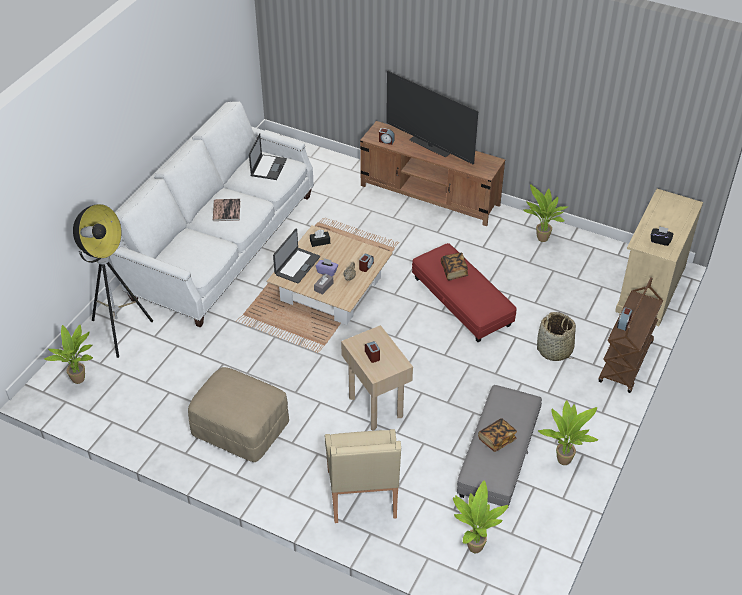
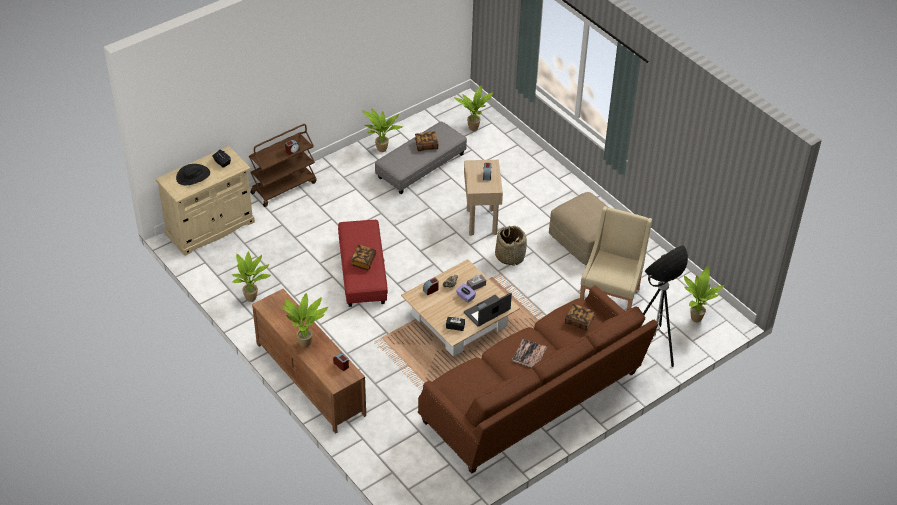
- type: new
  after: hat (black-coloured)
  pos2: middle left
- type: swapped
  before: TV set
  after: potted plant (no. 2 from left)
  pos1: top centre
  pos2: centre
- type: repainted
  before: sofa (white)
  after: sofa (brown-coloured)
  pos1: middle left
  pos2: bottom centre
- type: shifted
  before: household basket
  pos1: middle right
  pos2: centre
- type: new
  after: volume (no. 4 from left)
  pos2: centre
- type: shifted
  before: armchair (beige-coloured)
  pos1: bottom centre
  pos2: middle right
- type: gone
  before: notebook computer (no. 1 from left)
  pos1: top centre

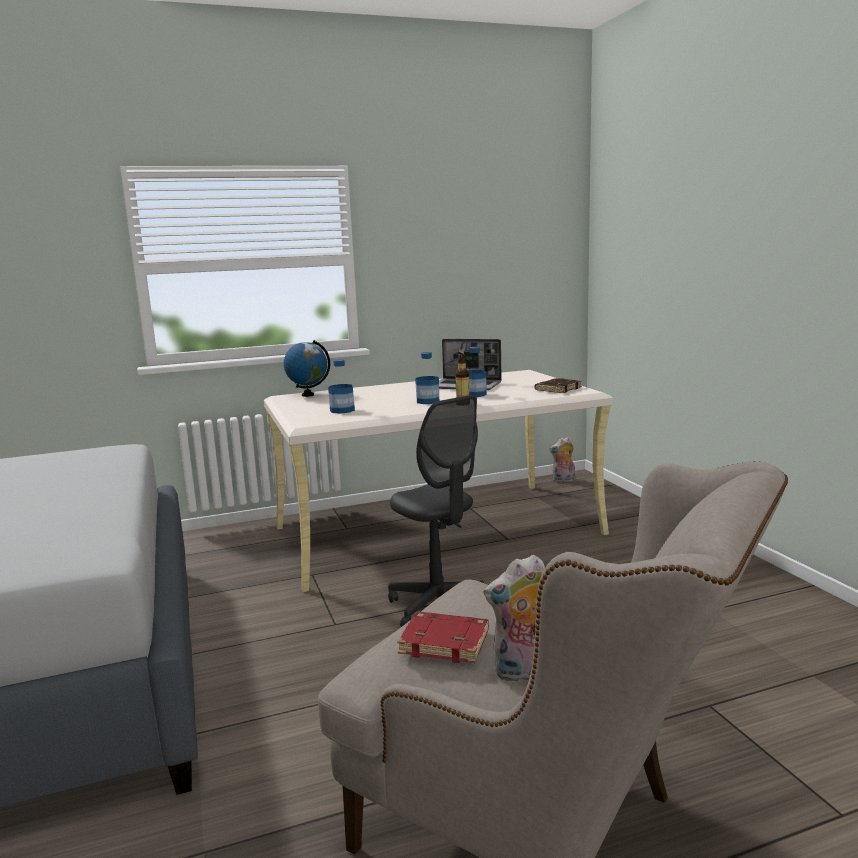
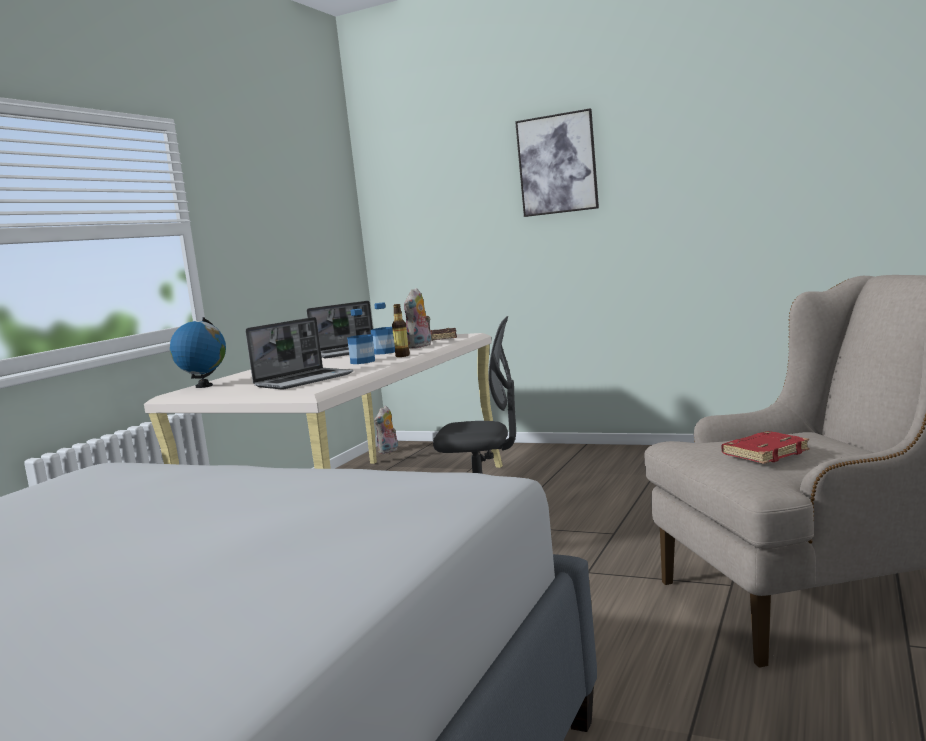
- type: swapped
  before: beverage bottle (no. 1 from left)
  after: notebook computer (no. 1 from left)
  pos1: centre
  pos2: middle left
- type: shifted
  before: cuddly toy (no. 1 from left in the first image)
  after: cuddly toy (no. 2 from left)
  pos1: bottom centre
  pos2: centre
- type: new
  after: wall picture
  pos2: top centre

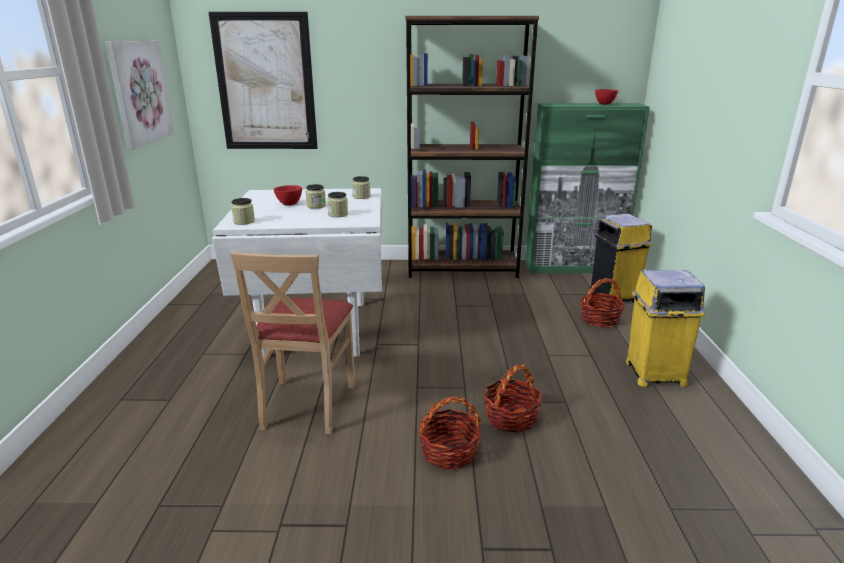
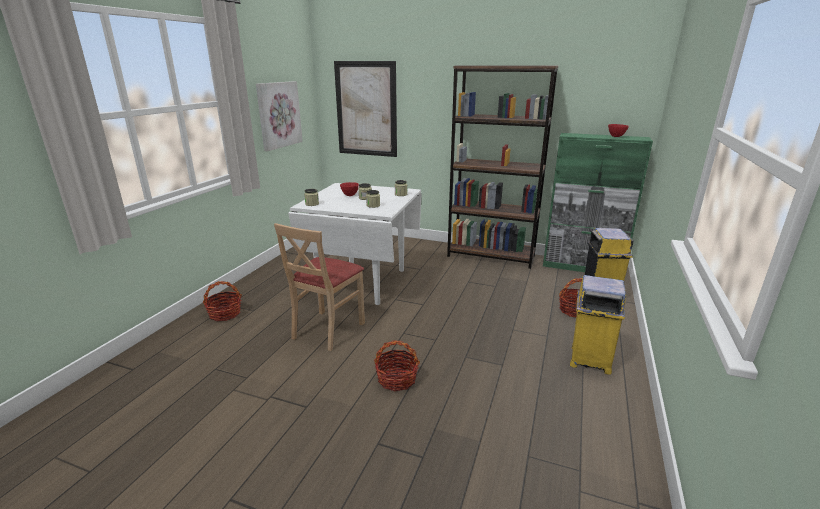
- type: shifted
  before: household basket (no. 2 from left in the first image)
  after: household basket (no. 1 from left)
  pos1: bottom centre
  pos2: middle left

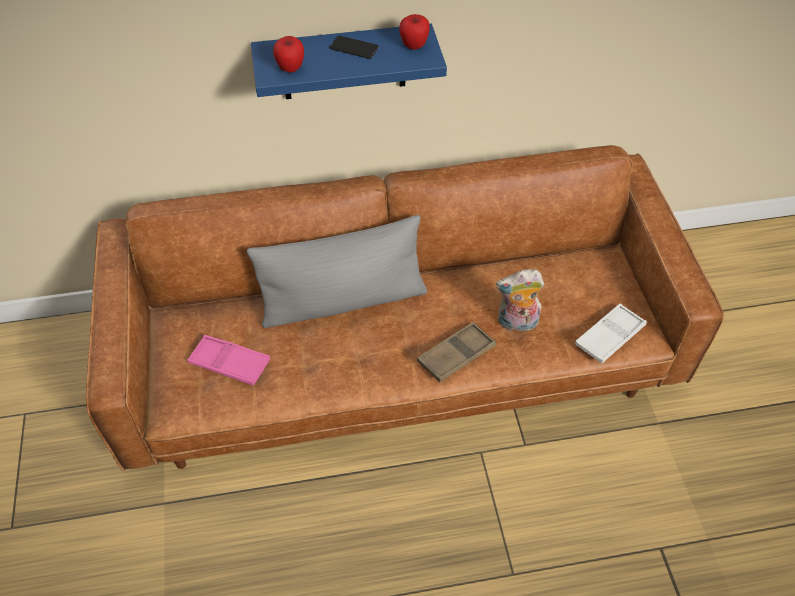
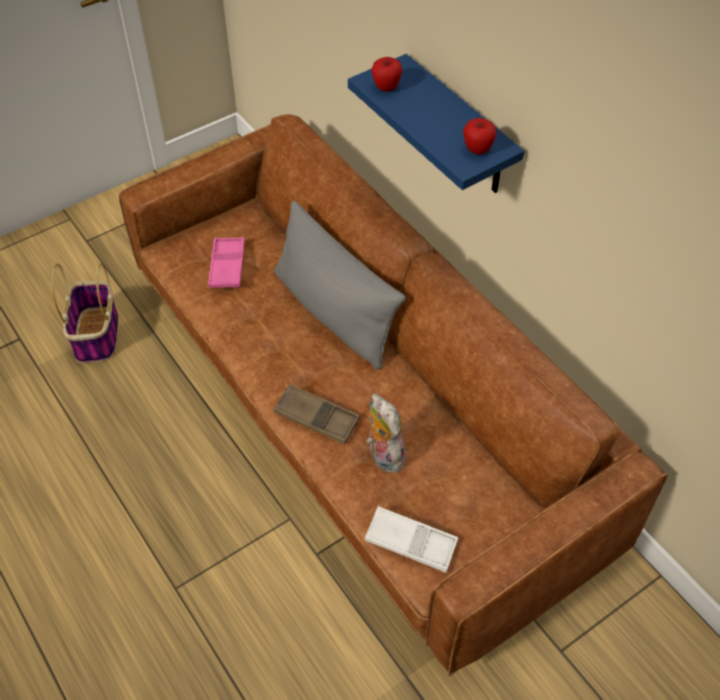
- type: new
  after: household basket
  pos2: middle left
- type: gone
  before: telephone
  pos1: top centre

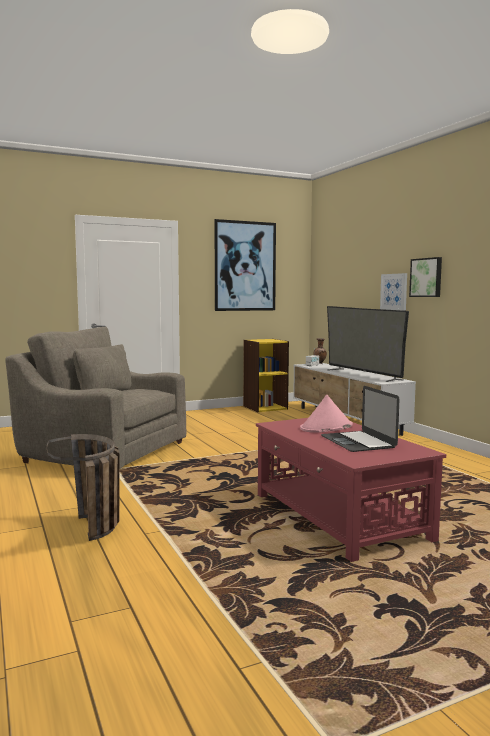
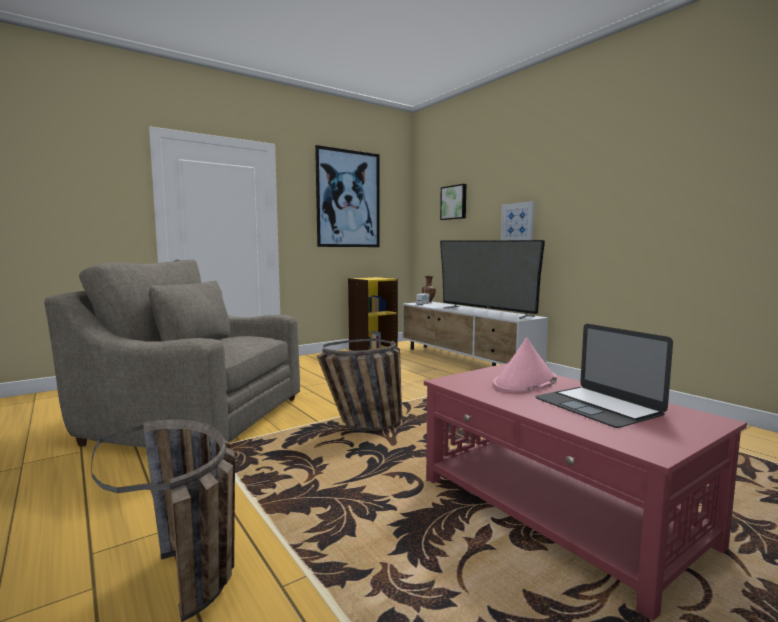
- type: new
  after: household basket (no. 2 from left)
  pos2: centre
- type: shifted
  before: wall picture (no. 3 from left in the first image)
  after: wall picture (no. 2 from left)
  pos1: middle right
  pos2: top centre

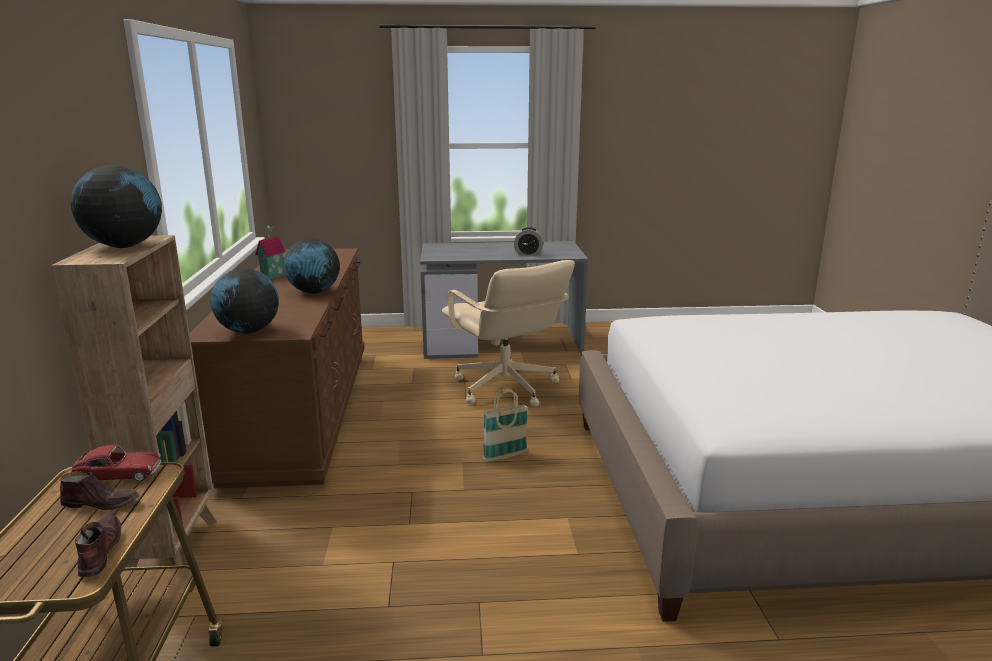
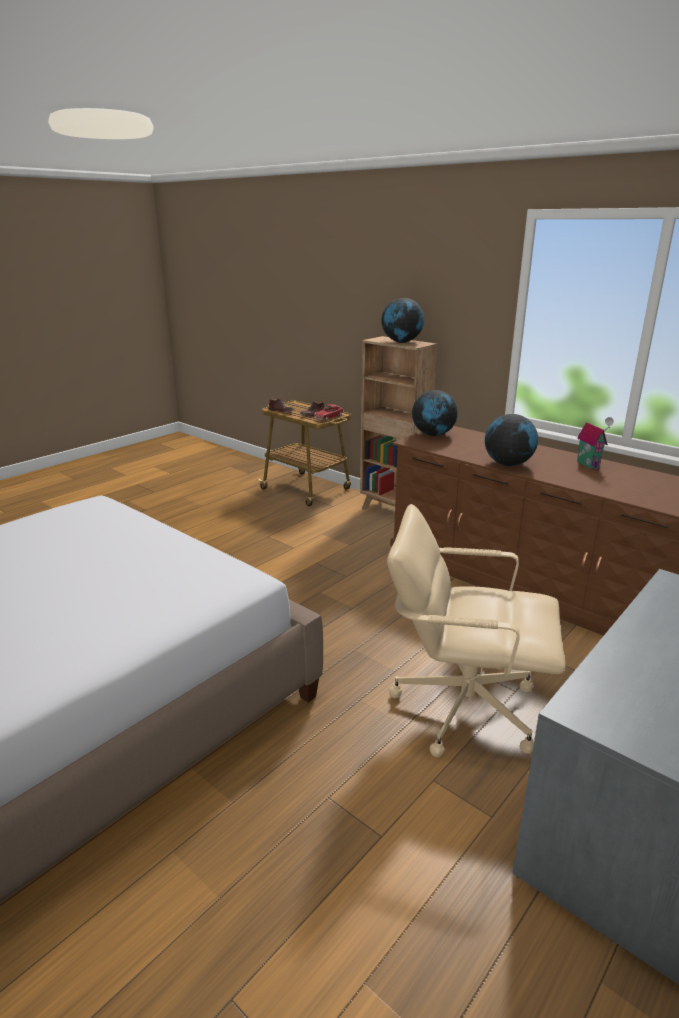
- type: gone
  before: household basket
  pos1: centre
- type: gone
  before: table clock
  pos1: centre

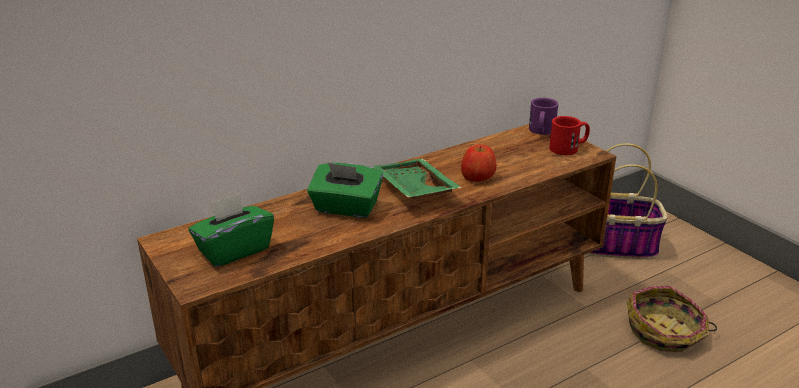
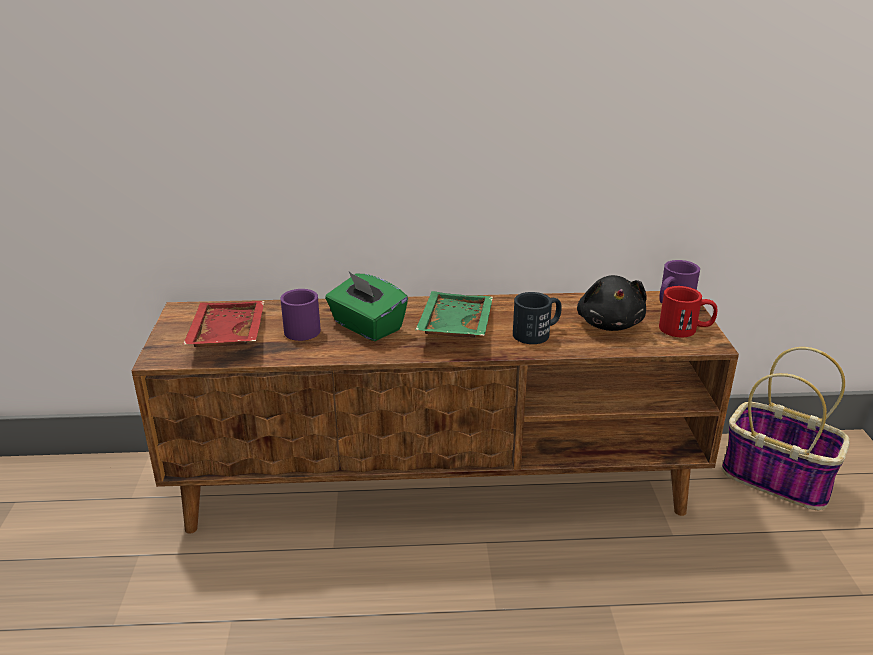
- type: swapped
  before: box of tissues (green) (no. 1 from left)
  after: tray (reddish)
  pos1: middle left
  pos2: middle left
- type: new
  after: tea mug (purplish) (no. 1 from left)
  pos2: centre
- type: swapped
  before: apple
  after: tea mug (black-coloured)
  pos1: centre
  pos2: centre
- type: new
  after: cuddly toy (black-coloured)
  pos2: middle right
- type: gone
  before: household basket (no. 2 from left)
  pos1: bottom right

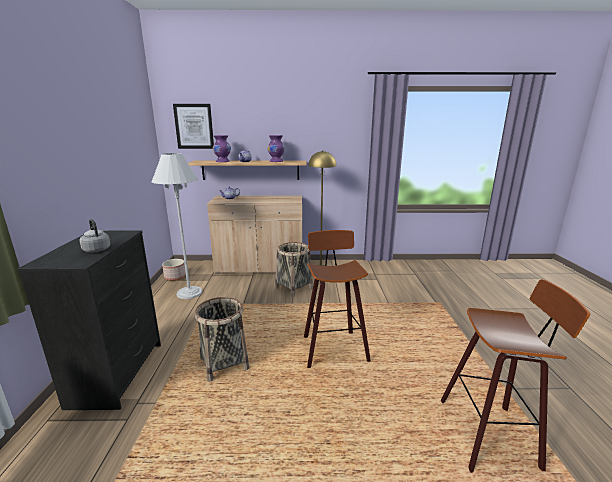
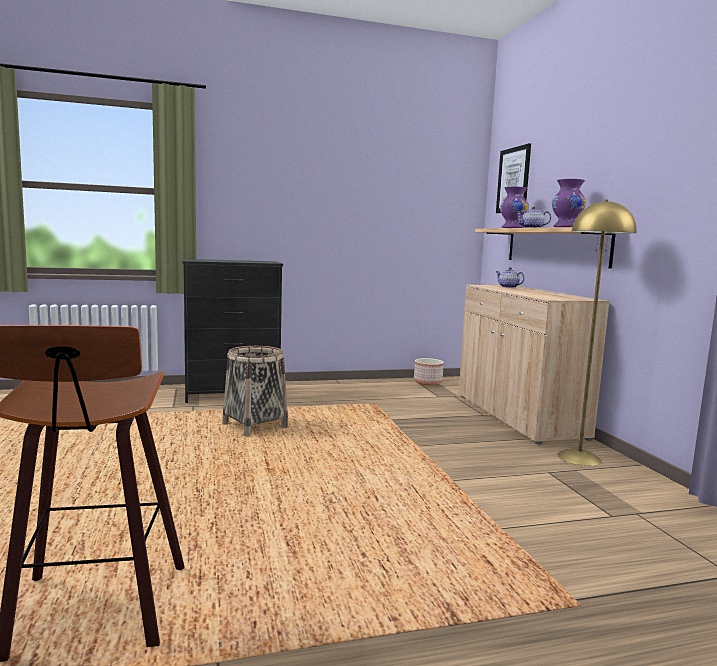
- type: gone
  before: kettle (grey)
  pos1: middle left
- type: gone
  before: standing lamp (white)
  pos1: middle left
- type: gone
  before: household basket (no. 2 from left)
  pos1: centre
- type: gone
  before: sitting stool (no. 1 from left)
  pos1: centre

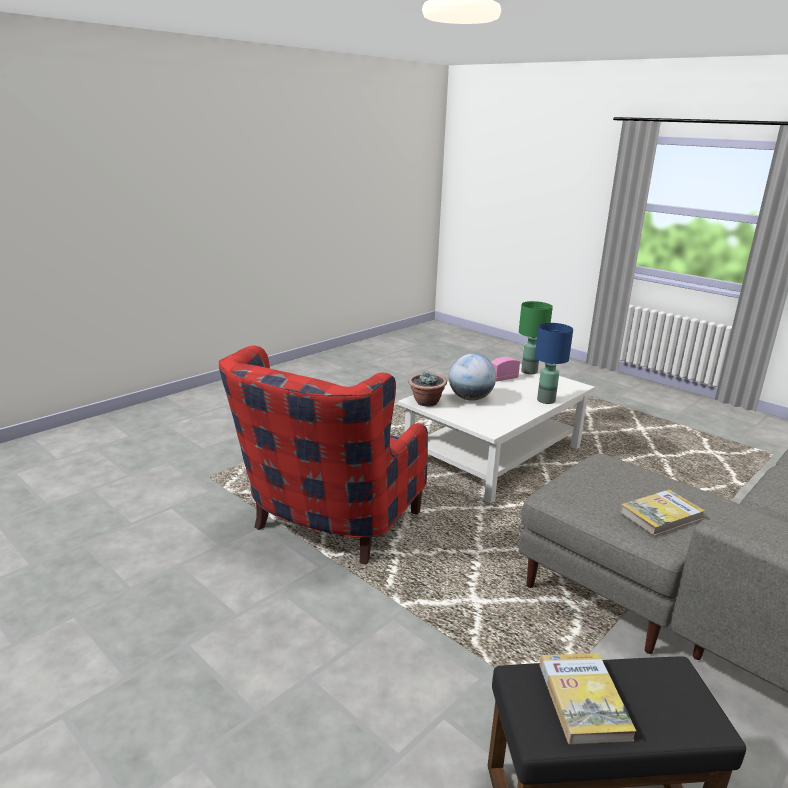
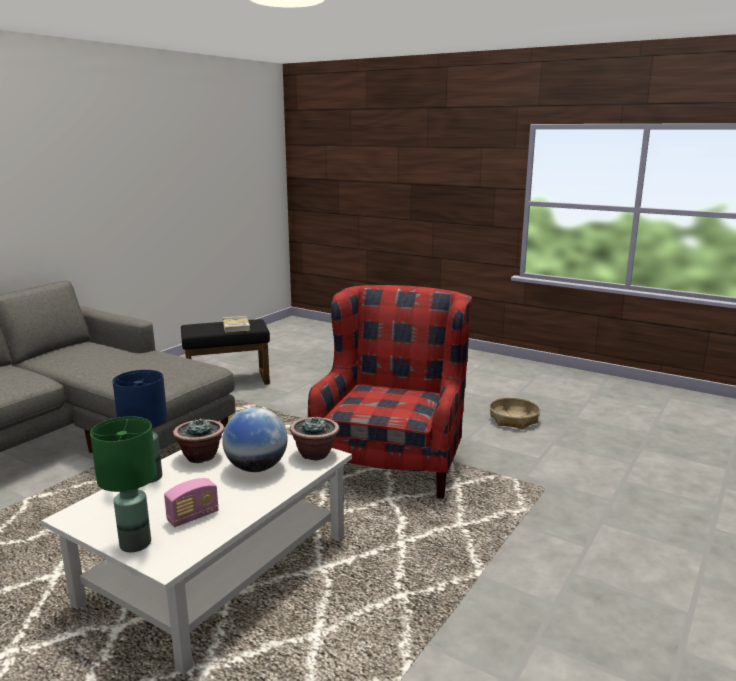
- type: new
  after: potted plant (no. 1 from left)
  pos2: middle left
- type: new
  after: household basket
  pos2: middle right
- type: gone
  before: volume (no. 2 from left)
  pos1: middle right

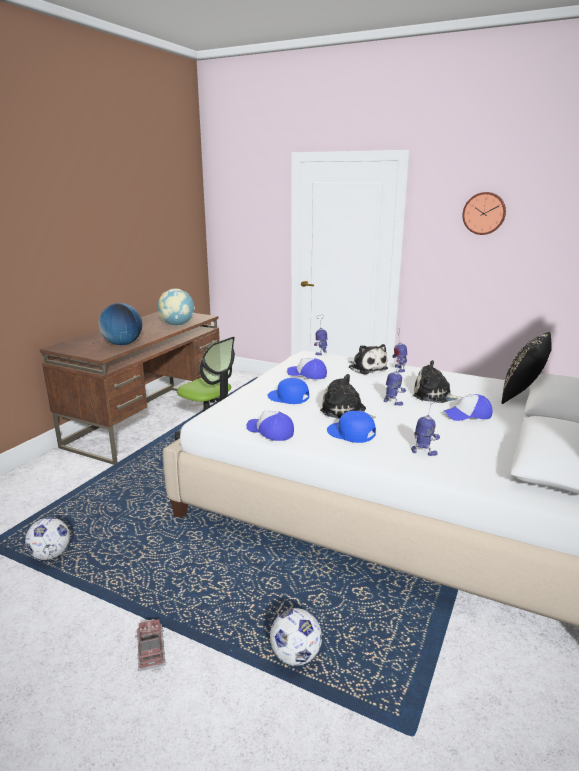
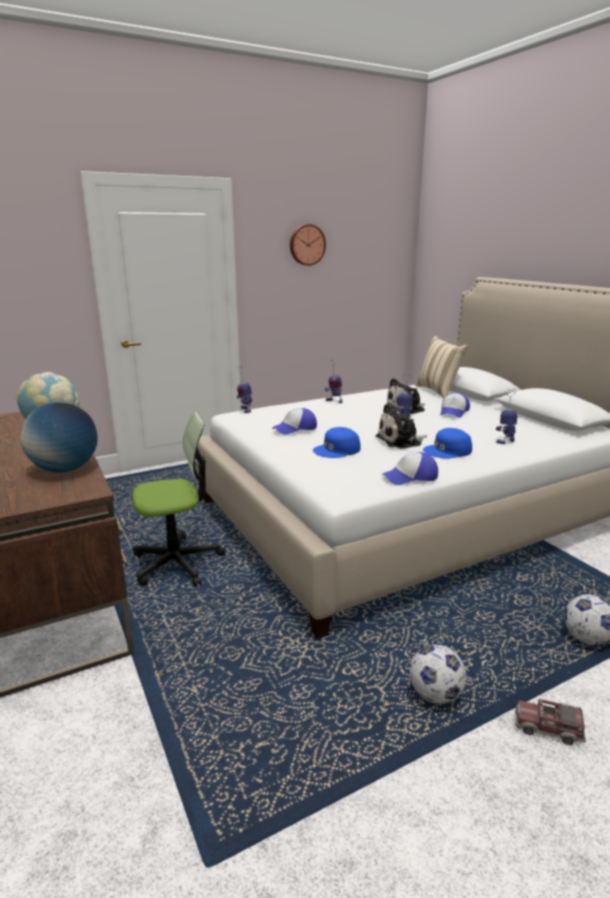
- type: shifted
  before: football ball (no. 1 from left)
  pos1: bottom left
  pos2: bottom right
- type: repainted
  before: pillow (black-coloured)
  after: pillow (beige-coloured)
  pos1: middle right
  pos2: middle right
- type: gone
  before: cuddly toy (no. 2 from left)
  pos1: centre

